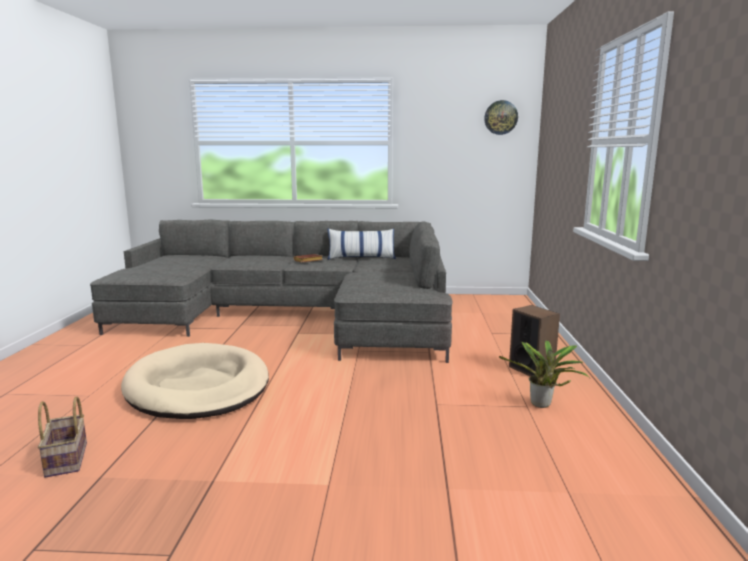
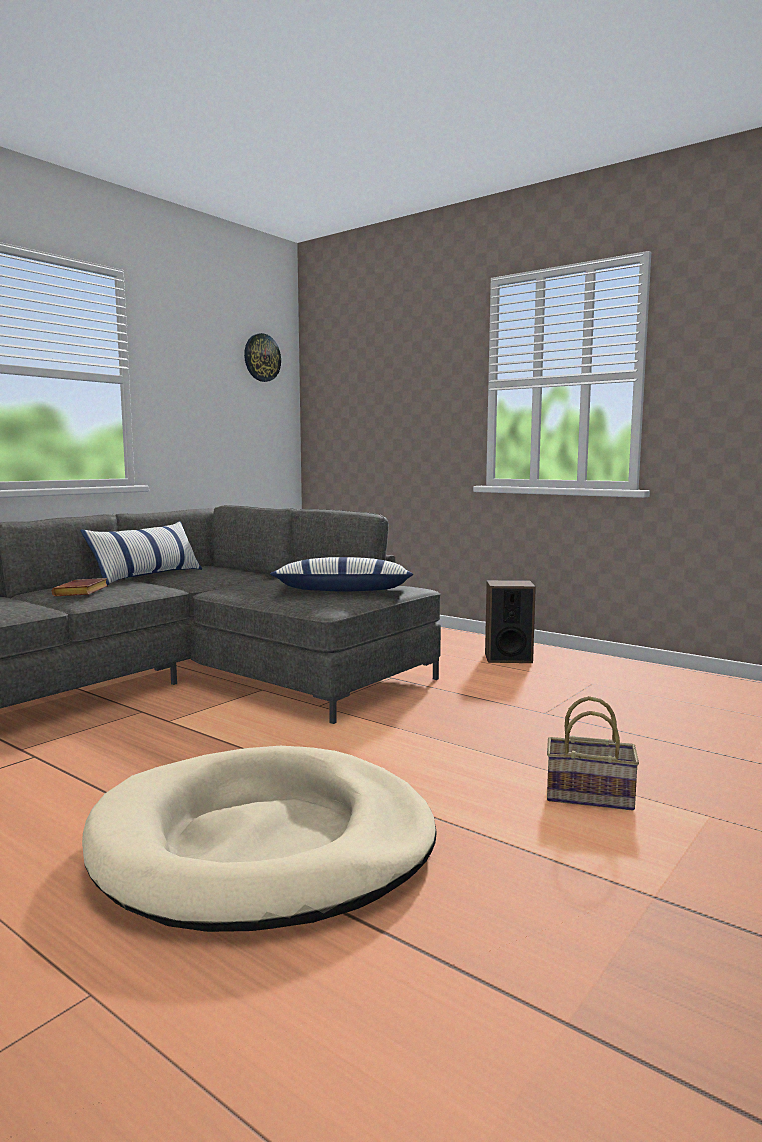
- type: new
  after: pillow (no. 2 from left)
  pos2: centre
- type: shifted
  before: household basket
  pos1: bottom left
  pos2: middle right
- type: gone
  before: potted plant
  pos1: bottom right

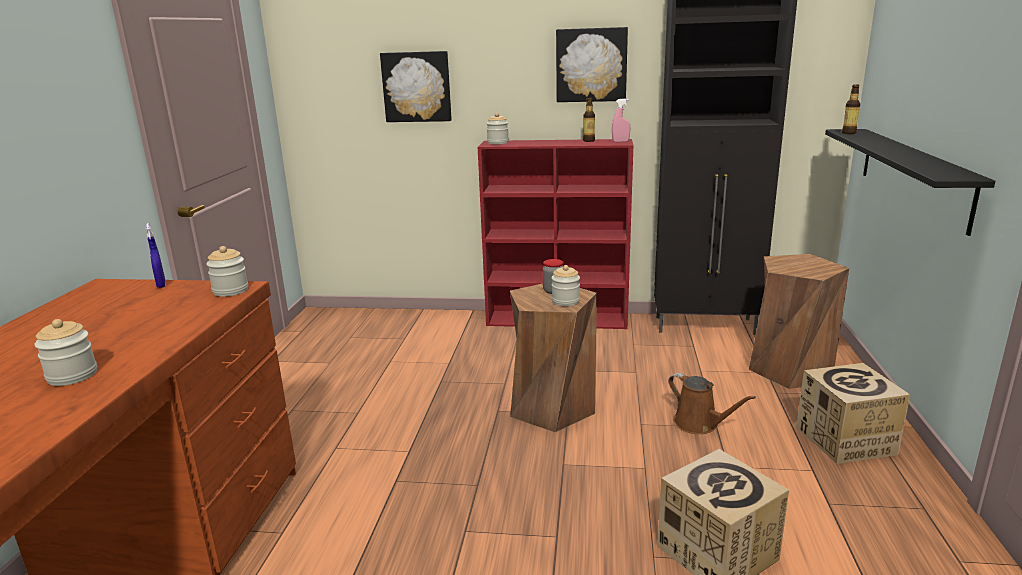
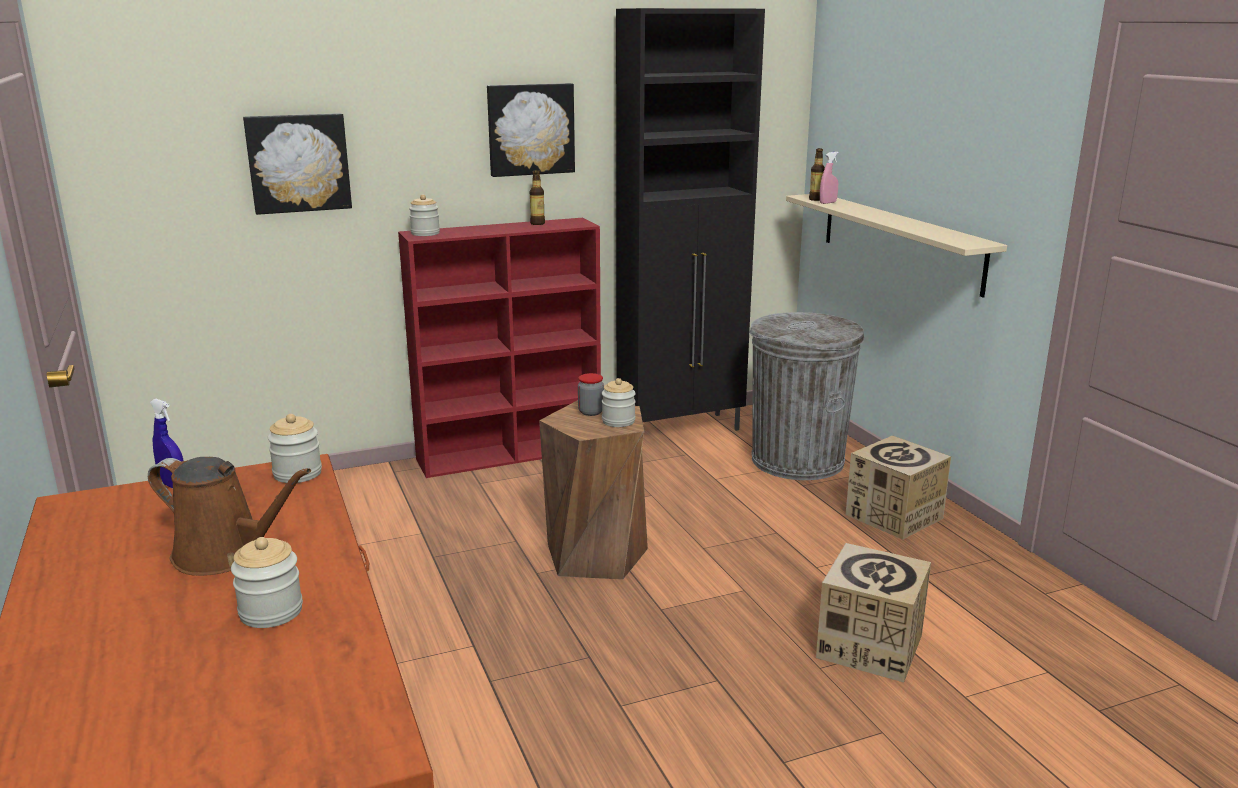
- type: shifted
  before: sprinkling can (brown-coloured)
  pos1: bottom right
  pos2: middle left
- type: swapped
  before: sitting stool (brown-coloured) (no. 2 from left)
  after: rubbish bin (grey)
  pos1: middle right
  pos2: centre
- type: repainted
  before: wall shelf (black-coloured)
  after: wall shelf (beige-coloured)
  pos1: top right
  pos2: top right
- type: shifted
  before: sprayer (pink-coloured)
  pos1: top centre
  pos2: top right

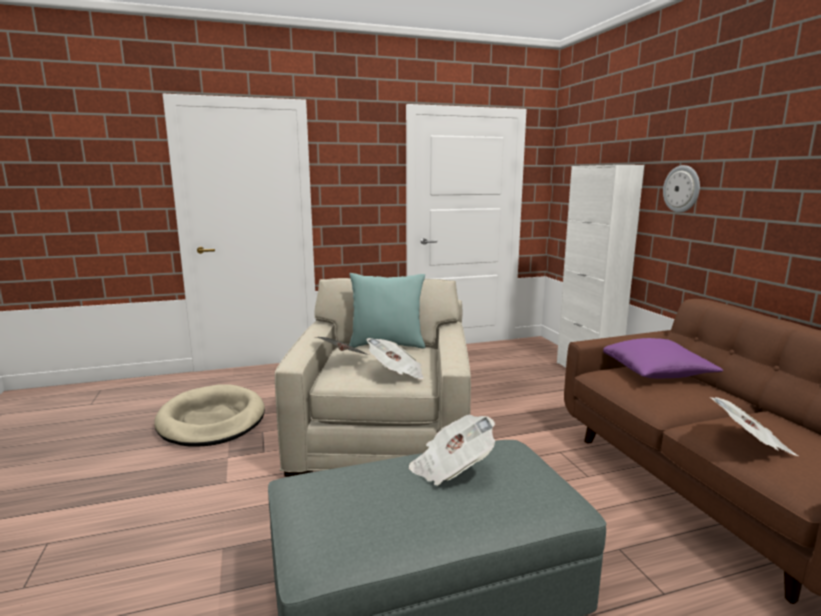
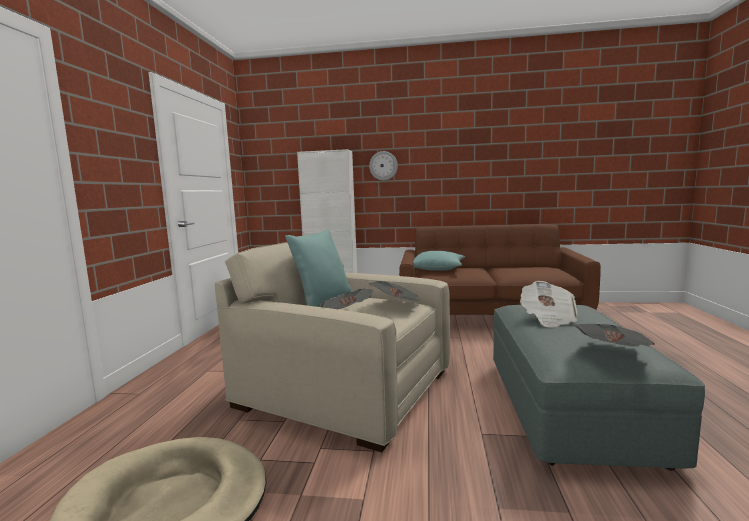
- type: repainted
  before: pillow (purplish)
  after: pillow (blue-green) (no. 2 from left)
  pos1: middle right
  pos2: centre
- type: shifted
  before: newspaper (no. 4 from left)
  pos1: bottom right
  pos2: middle right

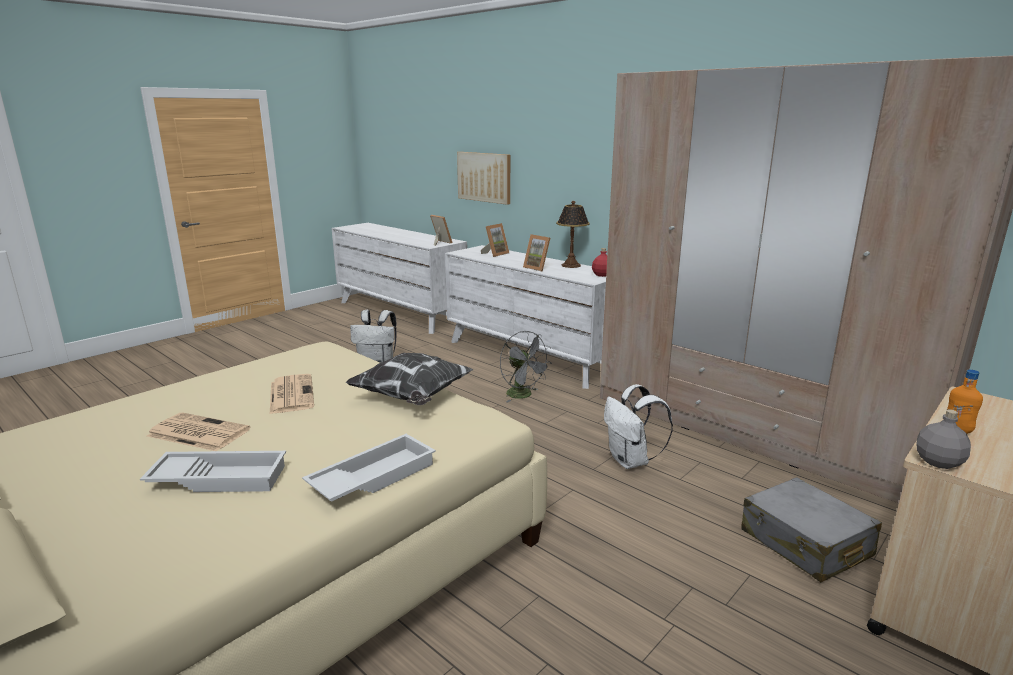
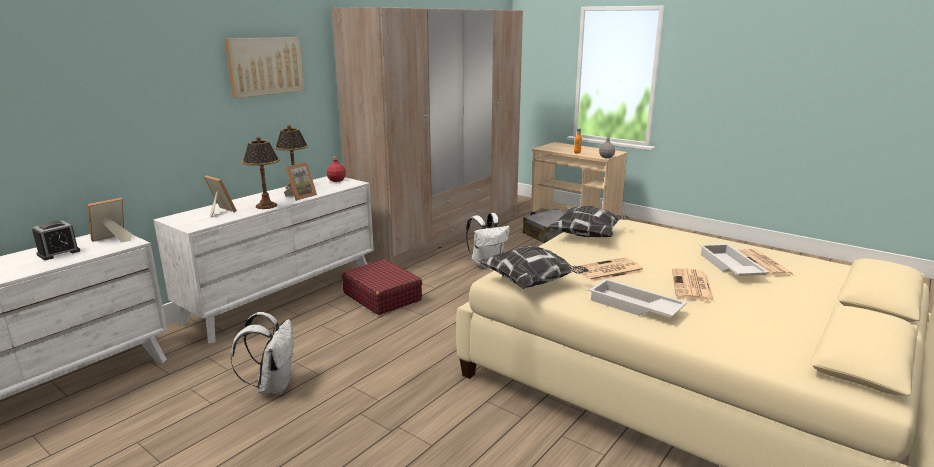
- type: new
  after: table clock
  pos2: middle left
- type: shifted
  before: wall picture
  pos1: top centre
  pos2: top left
- type: new
  after: lamp for a table (no. 1 from left)
  pos2: middle left
- type: swapped
  before: electric fan (grey)
  after: travel case (reddish)
  pos1: centre
  pos2: centre
- type: new
  after: pillow (no. 1 from left)
  pos2: centre
- type: shifted
  before: tray (white) (no. 2 from left in the first image)
  after: tray (white) (no. 1 from left)
  pos1: bottom centre
  pos2: middle right
- type: new
  after: newspaper (no. 3 from left)
  pos2: middle right

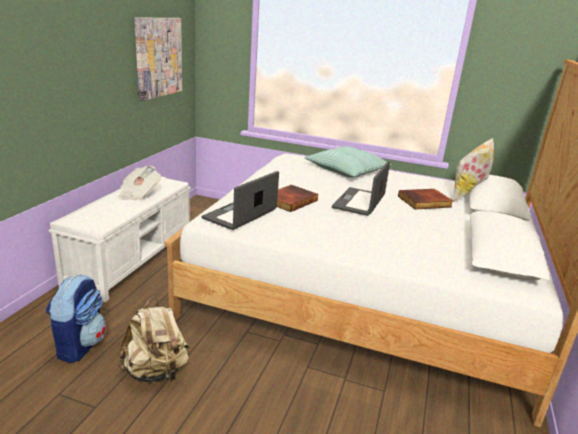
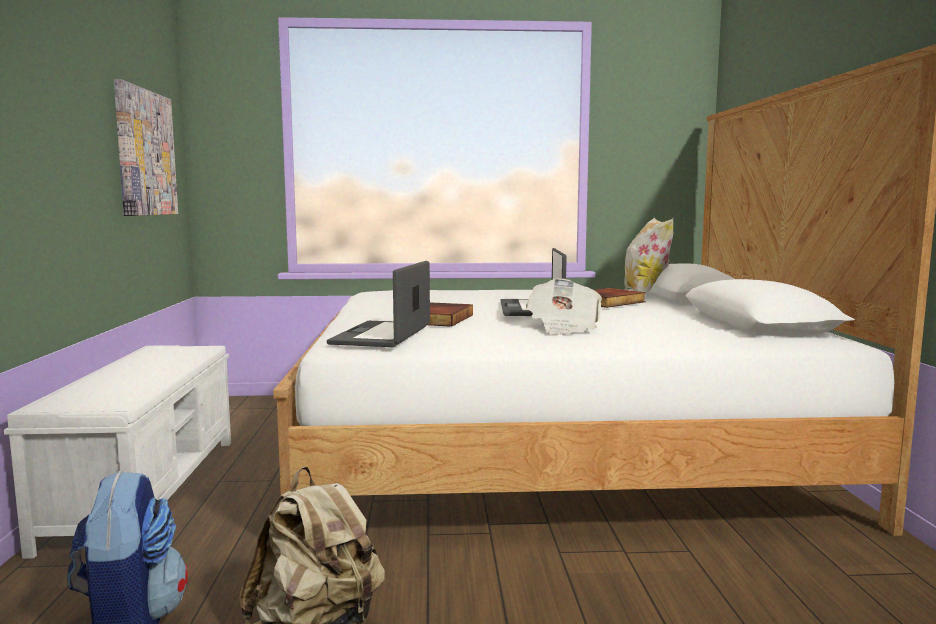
- type: shifted
  before: newspaper
  pos1: middle left
  pos2: centre
- type: gone
  before: pillow (no. 1 from left)
  pos1: centre

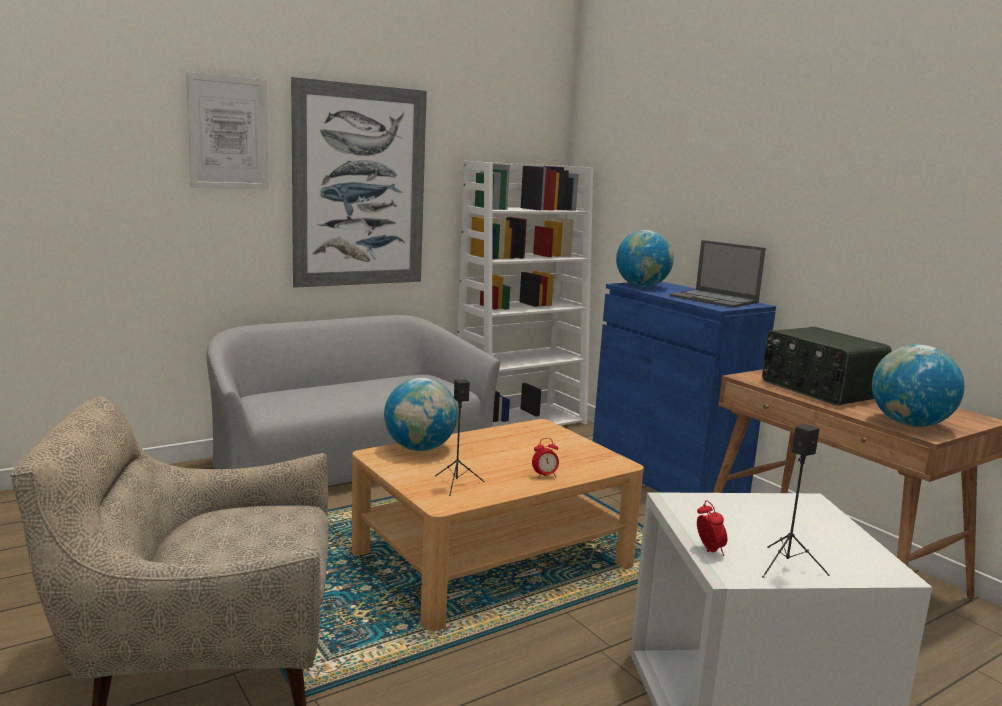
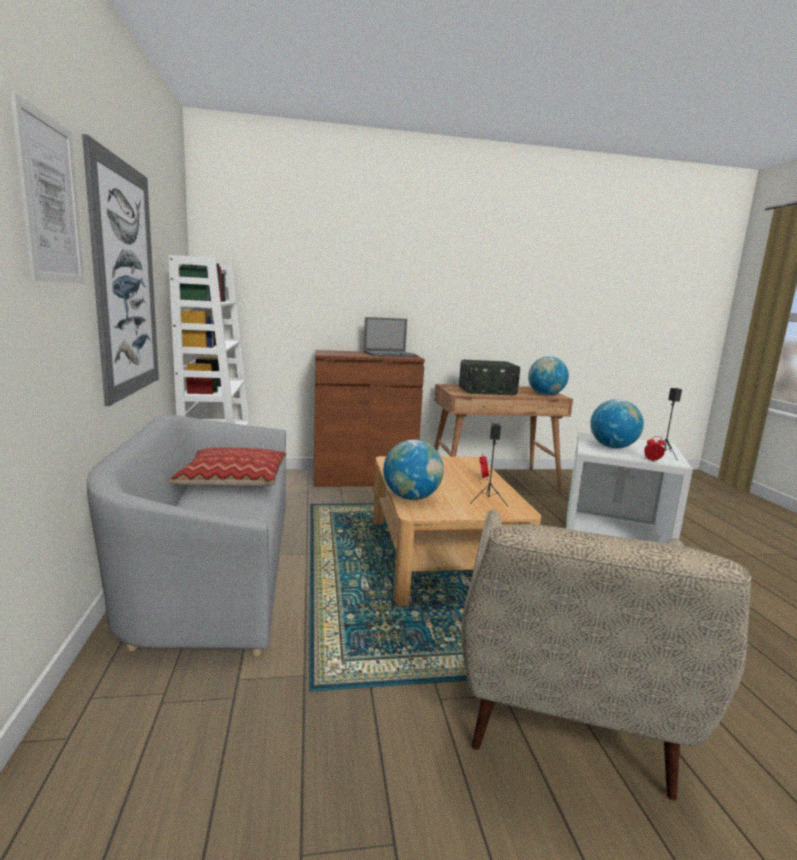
- type: new
  after: pillow
  pos2: middle left
- type: repainted
  before: storage cabinet (blue)
  after: storage cabinet (brown-coloured)
  pos1: middle right
  pos2: centre
- type: shifted
  before: world globe (no. 2 from left in the first image)
  after: world globe (no. 3 from left)
  pos1: centre
  pos2: middle right

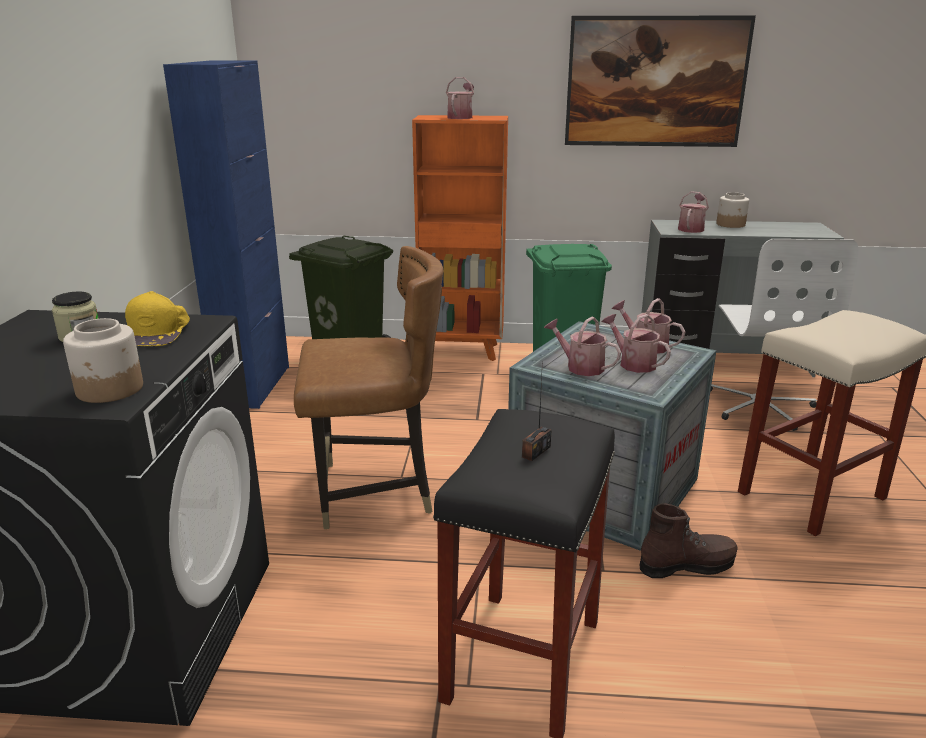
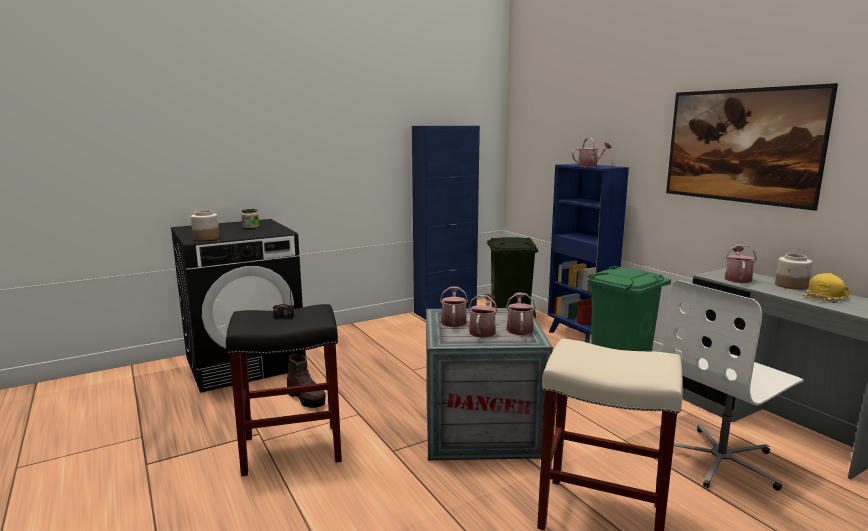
- type: shifted
  before: tall boot (brown-coloured)
  pos1: bottom right
  pos2: bottom centre
- type: repainted
  before: bookcase (orange)
  after: bookcase (blue)
  pos1: top centre
  pos2: middle right
- type: rotated
  before: sprinkling can (no. 5 from left)
  pos1: top right
  pos2: middle right
  turn: -60
- type: shifted
  before: peaked cap (yellow-coloured)
  pos1: middle left
  pos2: middle right
- type: gone
  before: plain chair (brown-coloured)
  pos1: centre

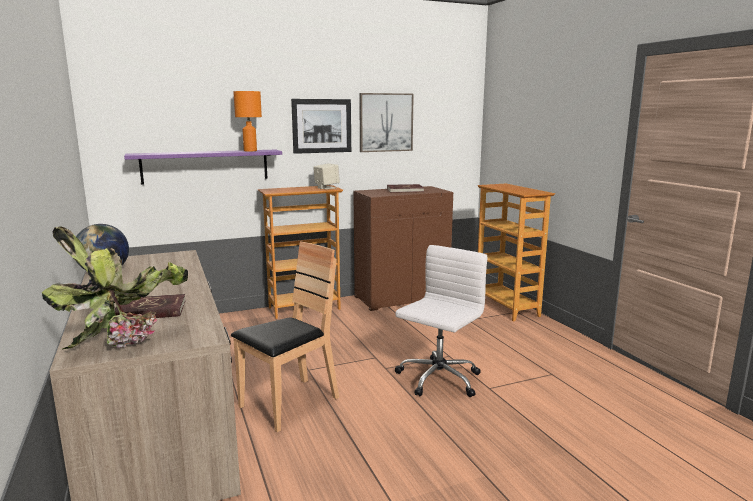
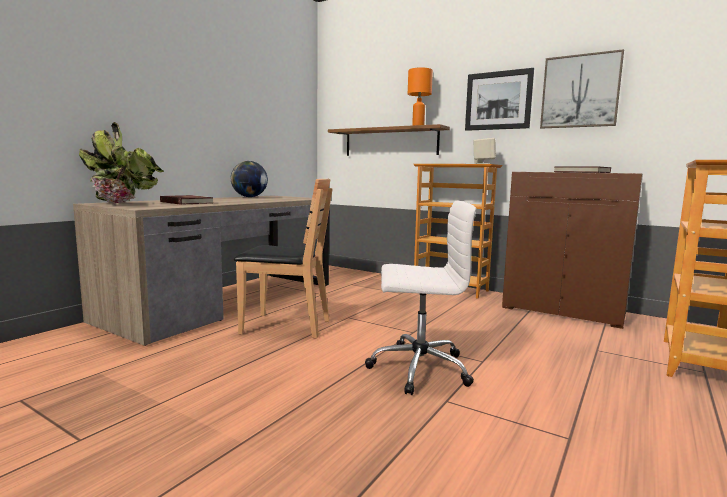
- type: repainted
  before: wall shelf (purplish)
  after: wall shelf (brown-coloured)
  pos1: middle left
  pos2: top centre

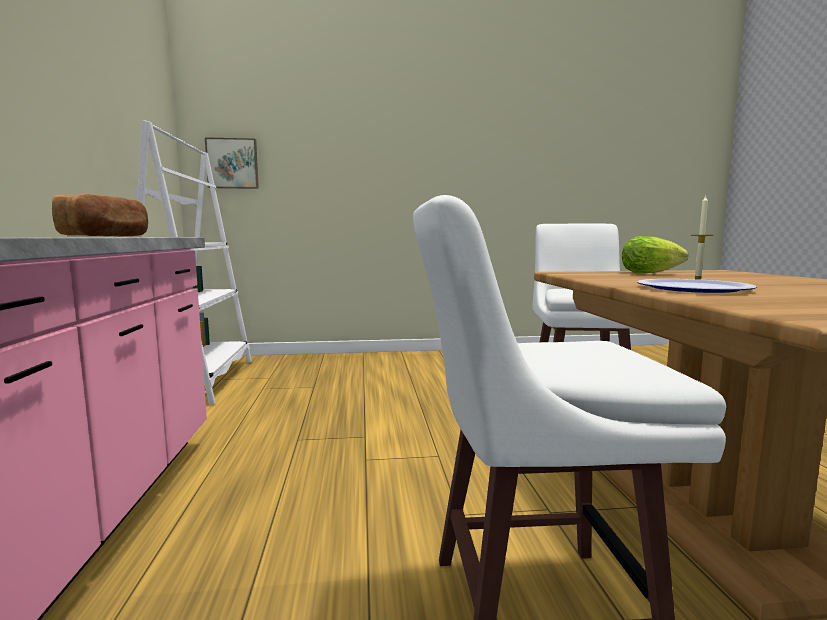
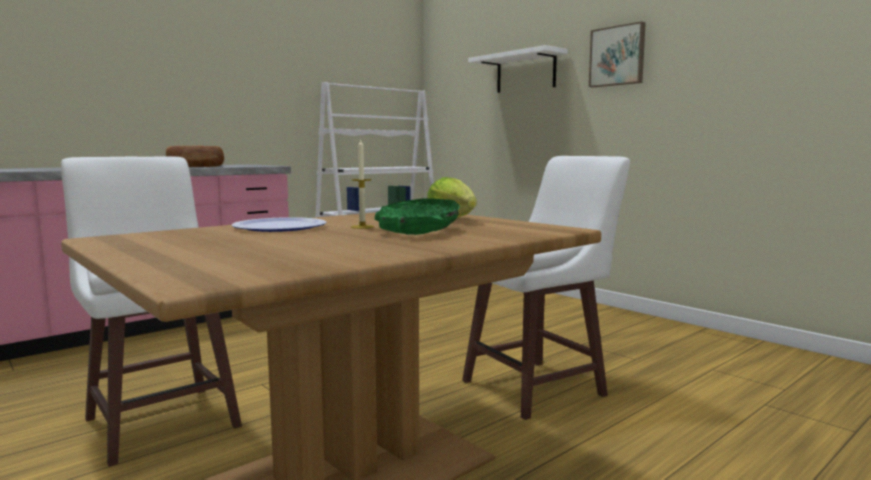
- type: new
  after: bowl (green)
  pos2: centre
- type: new
  after: wall shelf (white)
  pos2: top centre
- type: shifted
  before: wall picture
  pos1: top left
  pos2: top right

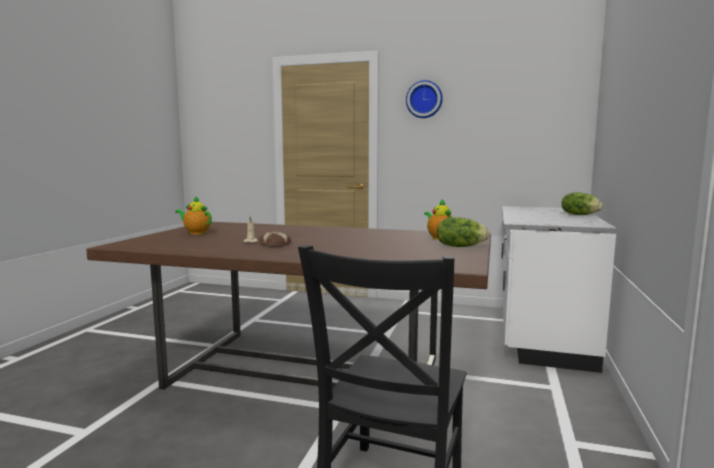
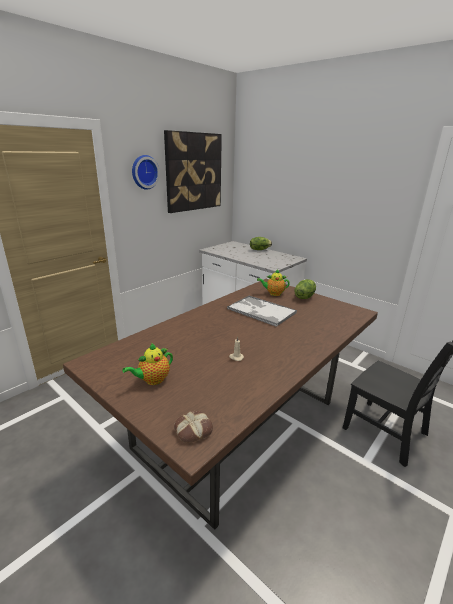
- type: new
  after: wall picture
  pos2: top centre
- type: shifted
  before: bread
  pos1: centre
  pos2: bottom centre
- type: new
  after: tray
  pos2: centre

